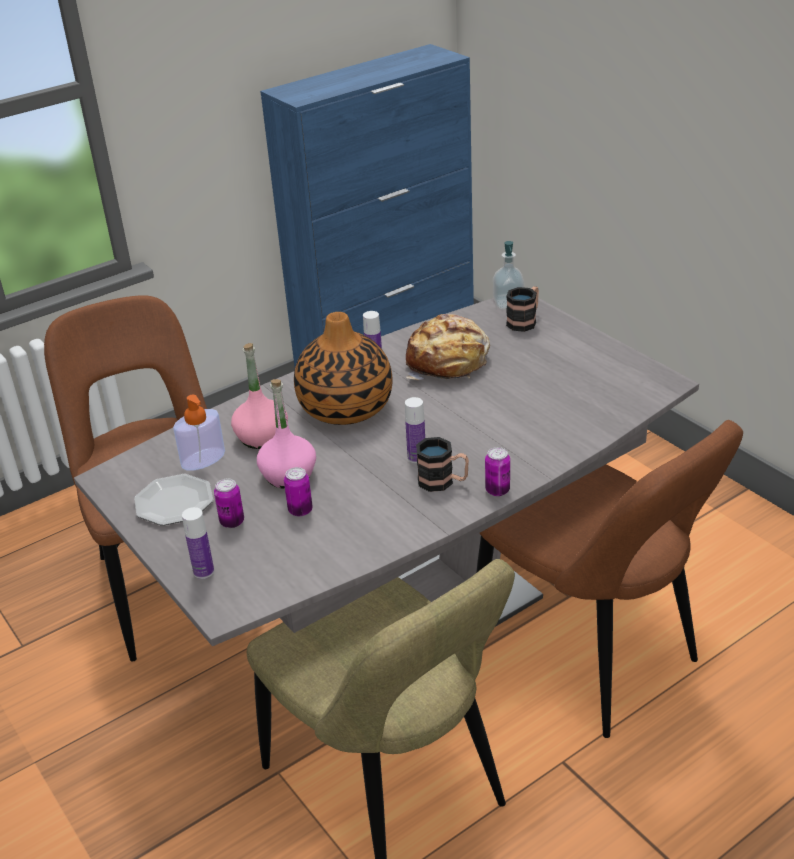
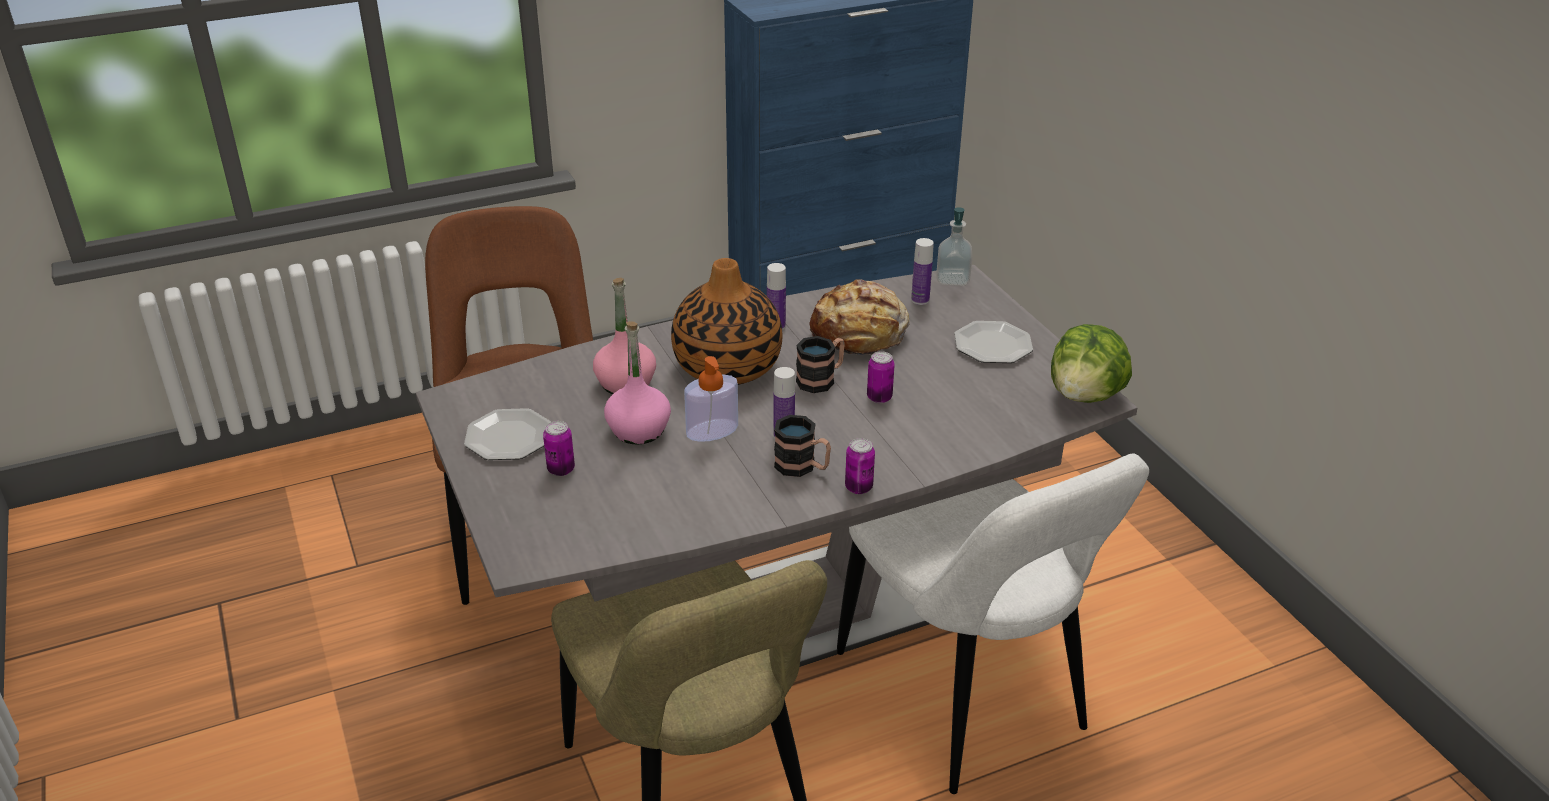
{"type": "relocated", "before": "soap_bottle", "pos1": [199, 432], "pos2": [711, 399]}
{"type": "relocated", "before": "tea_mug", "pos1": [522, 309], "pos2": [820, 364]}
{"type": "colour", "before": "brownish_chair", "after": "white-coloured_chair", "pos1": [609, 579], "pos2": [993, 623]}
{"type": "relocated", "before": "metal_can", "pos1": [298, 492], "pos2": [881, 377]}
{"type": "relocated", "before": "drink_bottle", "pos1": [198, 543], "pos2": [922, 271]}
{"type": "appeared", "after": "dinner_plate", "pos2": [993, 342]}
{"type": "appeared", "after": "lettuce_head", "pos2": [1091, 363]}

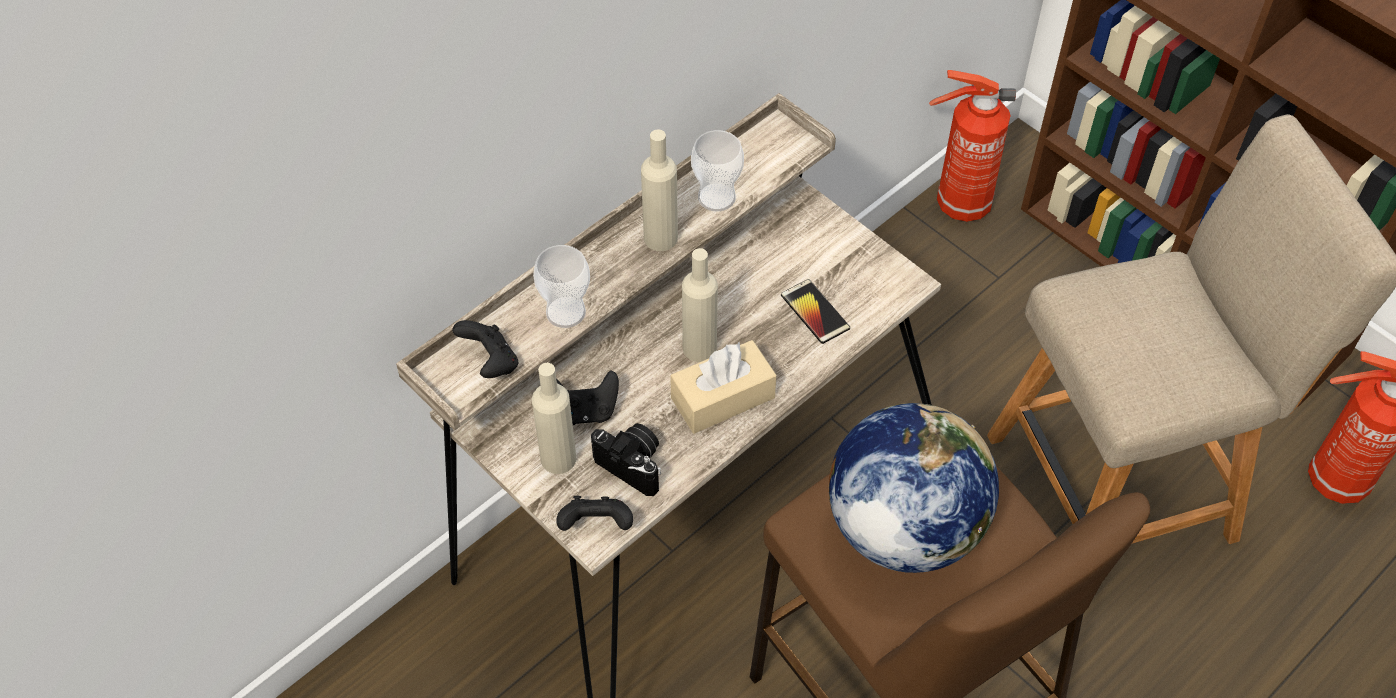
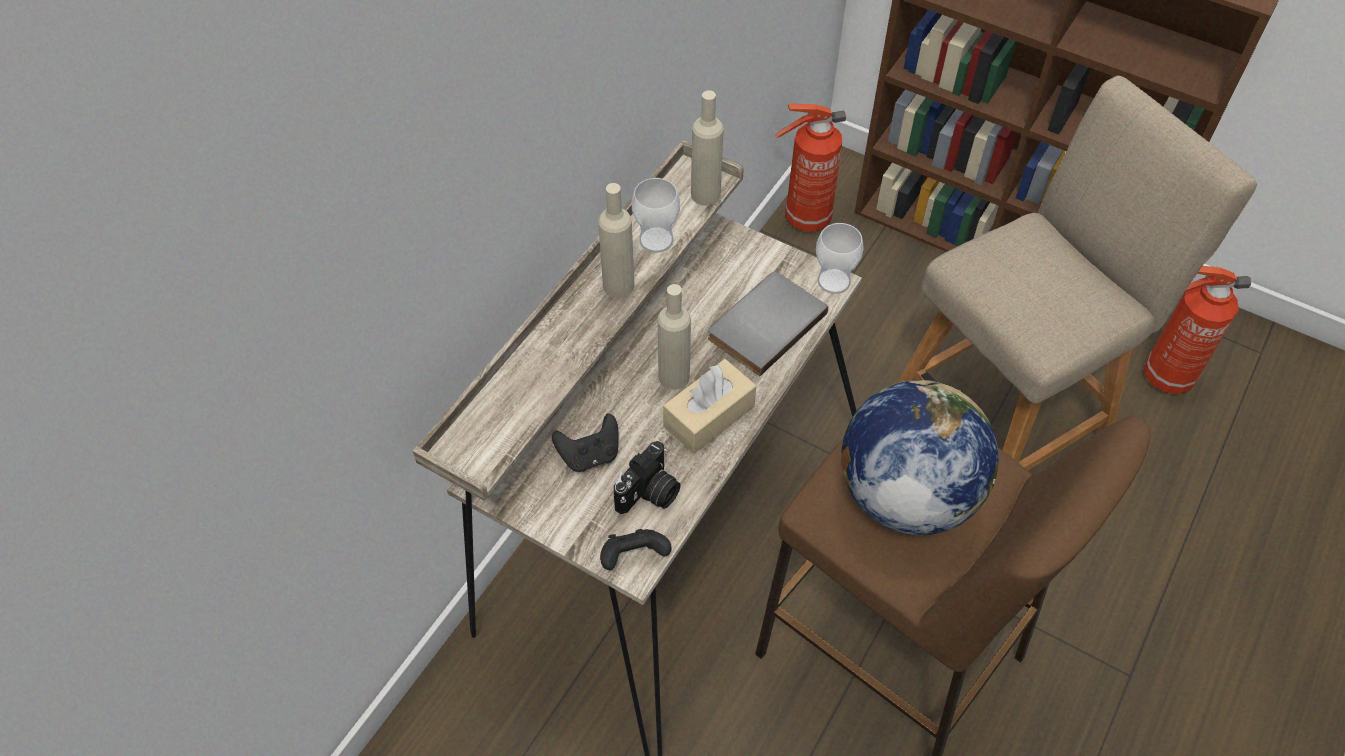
{"type": "spun", "before": "photo_camera", "pos1": [626, 459], "pos2": [647, 477], "turn": 105}
{"type": "relocated", "before": "sand-coloured_drink_bottle", "pos1": [554, 418], "pos2": [707, 148]}
{"type": "exchanged", "before": "phone", "after": "greyish_book", "pos1": [815, 311], "pos2": [768, 324]}
{"type": "relocated", "before": "small_cup", "pos1": [561, 286], "pos2": [840, 258]}
{"type": "missing", "before": "blackish_game_controller", "pos1": [485, 349]}

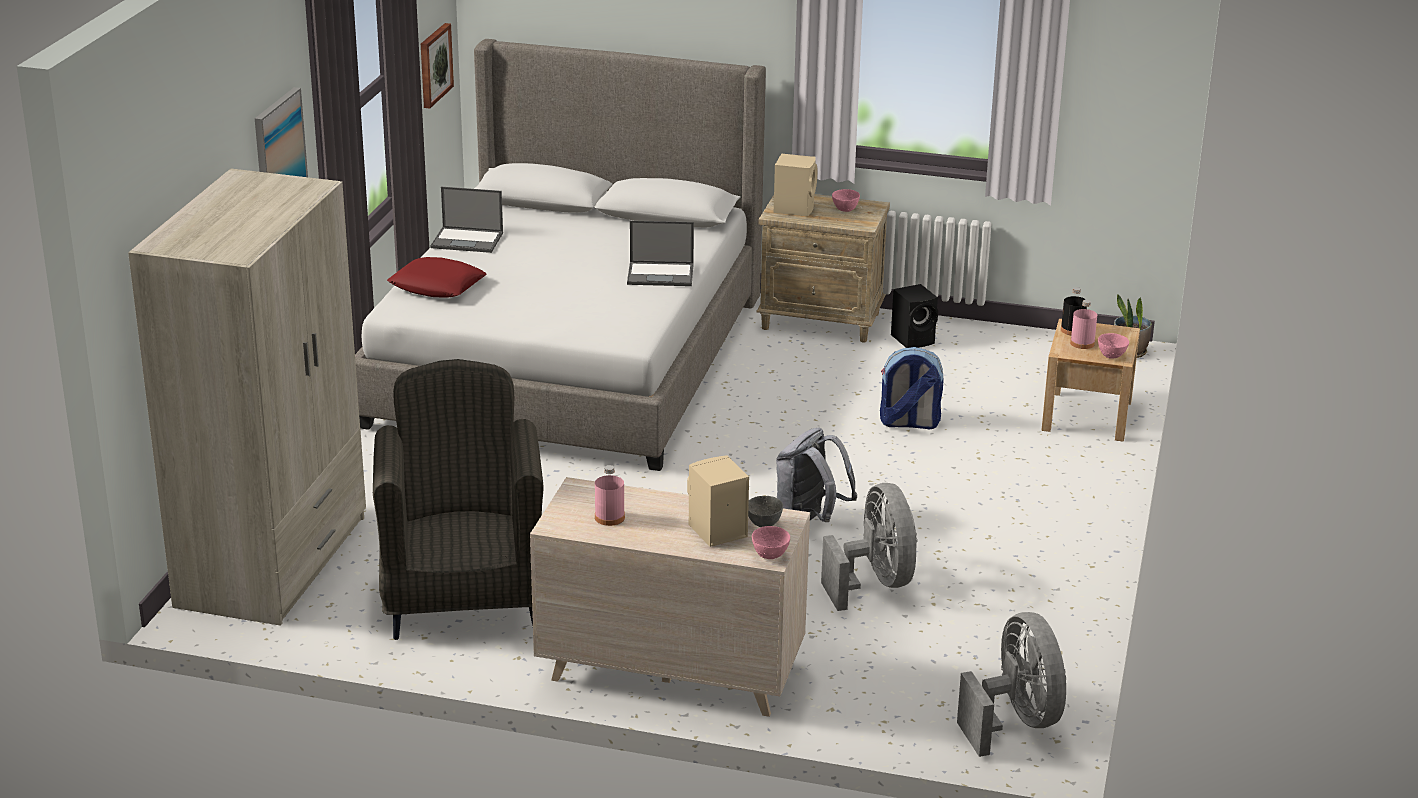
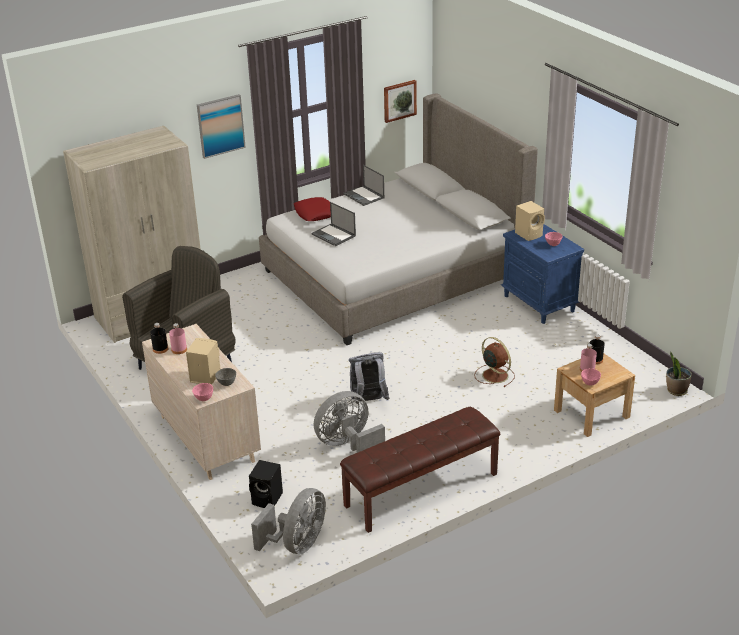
{"type": "appeared", "after": "blackish_drink_bottle", "pos2": [159, 338]}
{"type": "relocated", "before": "blackish_audio_speaker", "pos1": [914, 316], "pos2": [266, 484]}
{"type": "relocated", "before": "portable_computer", "pos1": [660, 253], "pos2": [333, 224]}
{"type": "spun", "before": "greyish_electric_fan", "pos1": [869, 547], "pos2": [349, 422], "turn": -150}
{"type": "appeared", "after": "brownish_indoor_bench", "pos2": [420, 470]}
{"type": "exchanged", "before": "backpack", "after": "brownish_electric_fan", "pos1": [912, 388], "pos2": [494, 362]}
{"type": "colour", "before": "sand-coloured_night_table", "after": "blue-coloured_night_table", "pos1": [823, 268], "pos2": [542, 274]}

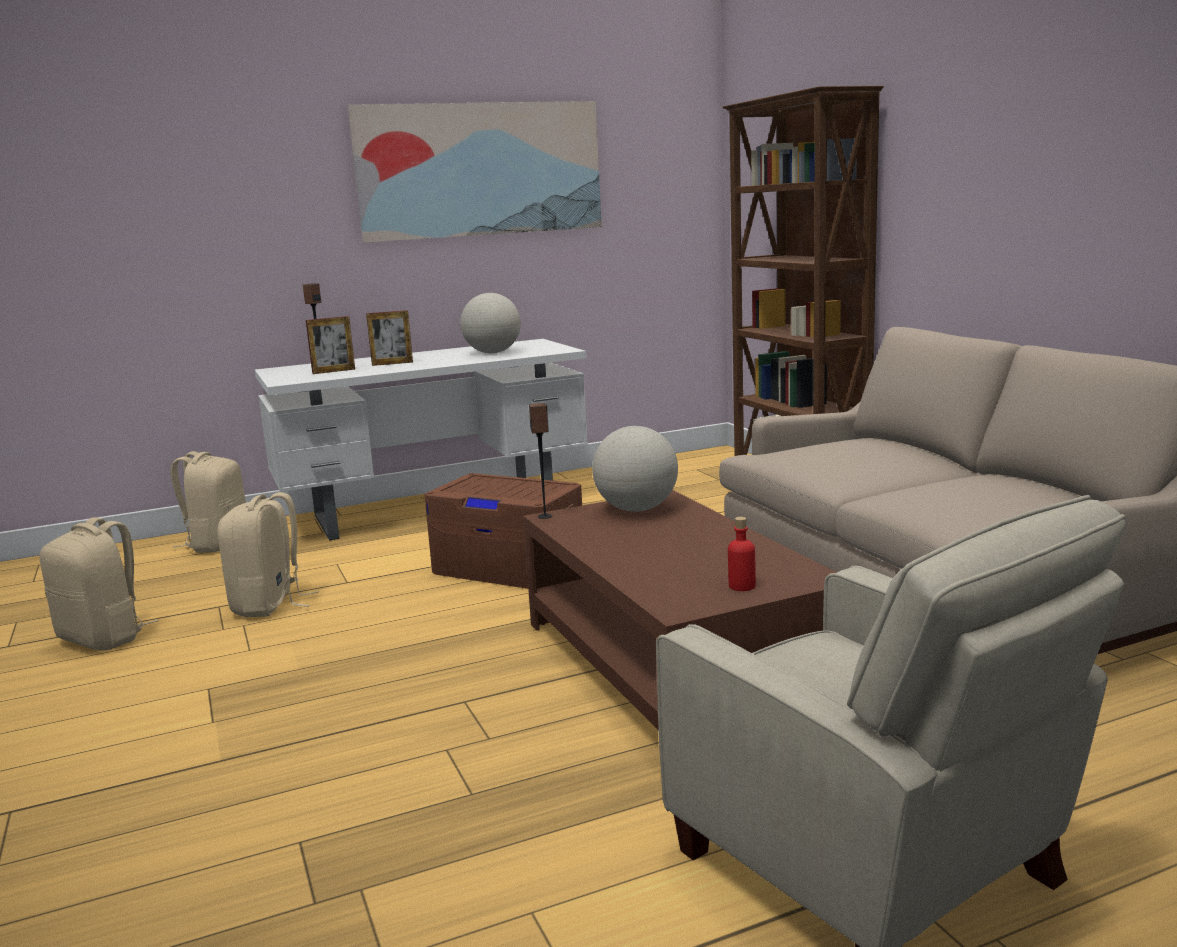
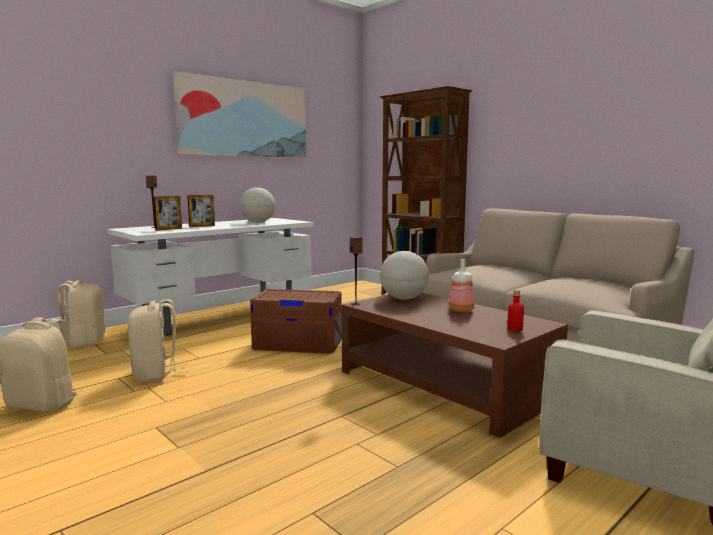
{"type": "appeared", "after": "drink_bottle", "pos2": [462, 285]}

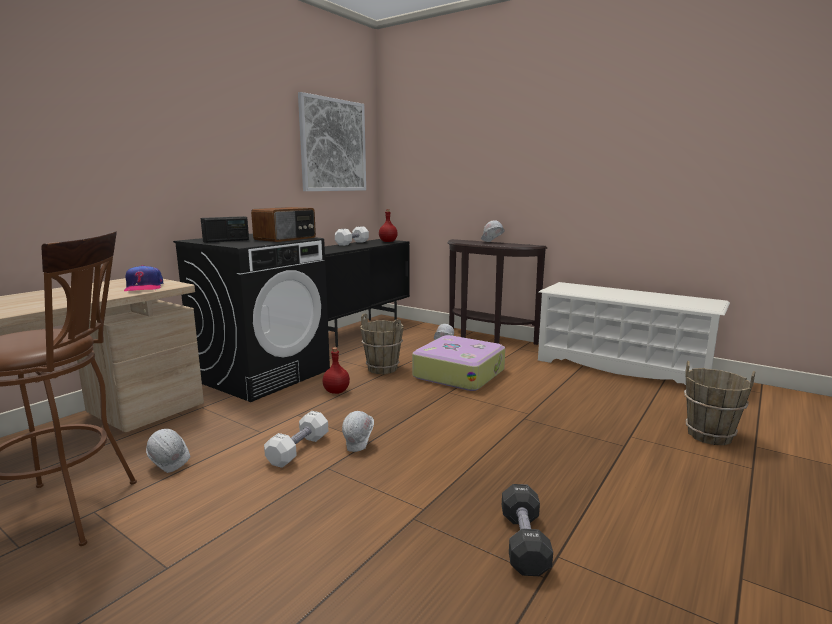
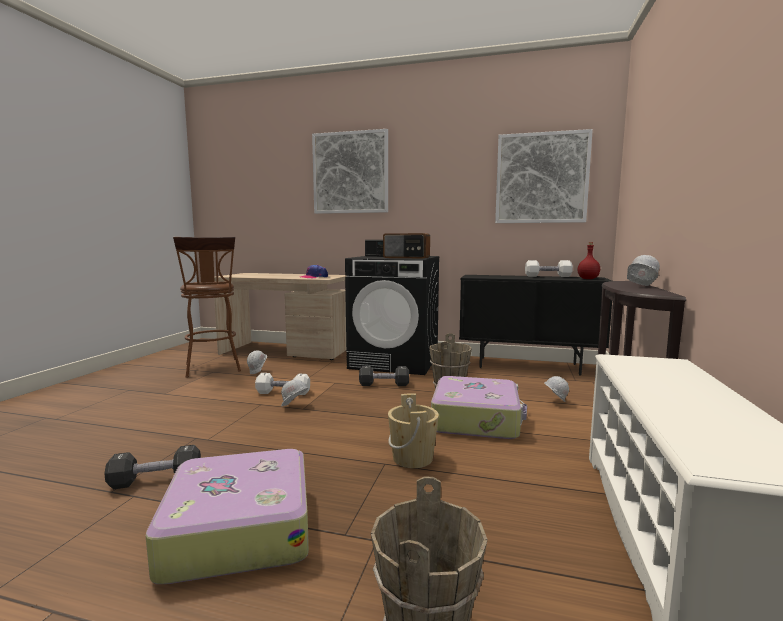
{"type": "appeared", "after": "piece_of_luggage", "pos2": [227, 516]}
{"type": "appeared", "after": "picture", "pos2": [350, 171]}
{"type": "exchanged", "before": "red_drink_bottle", "after": "blackish_dumbbell", "pos1": [336, 370], "pos2": [384, 376]}
{"type": "appeared", "after": "sand-coloured_bucket", "pos2": [413, 430]}

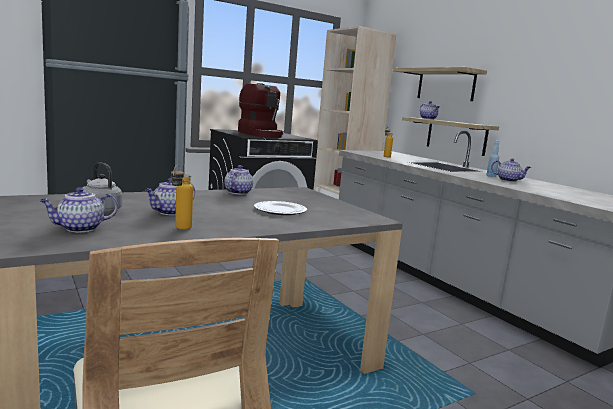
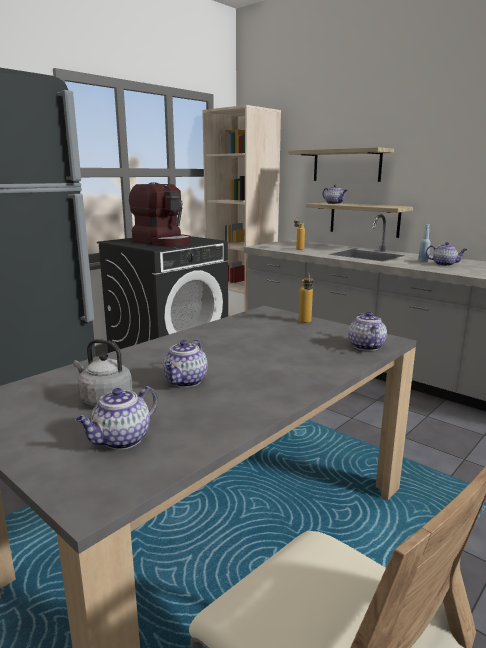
{"type": "relocated", "before": "drink_bottle", "pos1": [182, 197], "pos2": [306, 298]}
{"type": "relocated", "before": "teapot", "pos1": [238, 180], "pos2": [367, 331]}
{"type": "missing", "before": "dinner_plate", "pos1": [280, 208]}

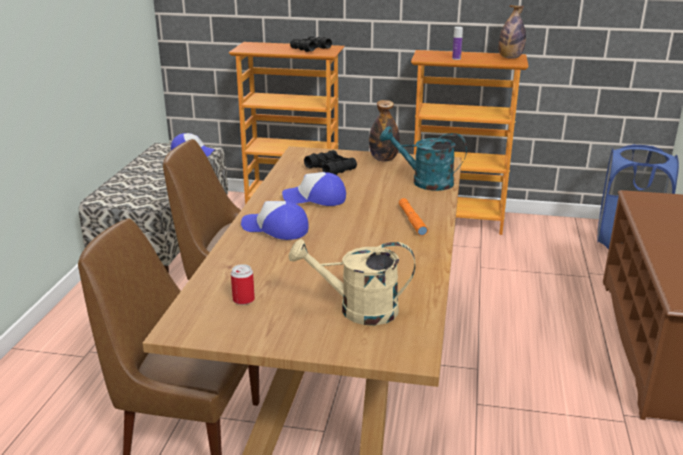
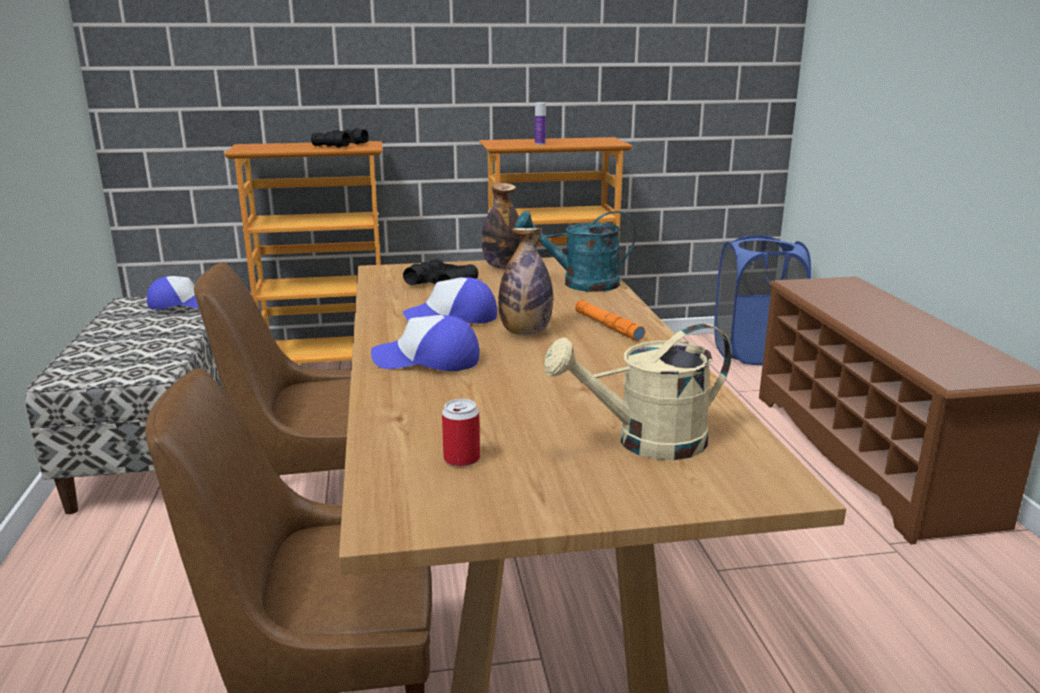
{"type": "relocated", "before": "drink_bottle", "pos1": [512, 31], "pos2": [525, 281]}

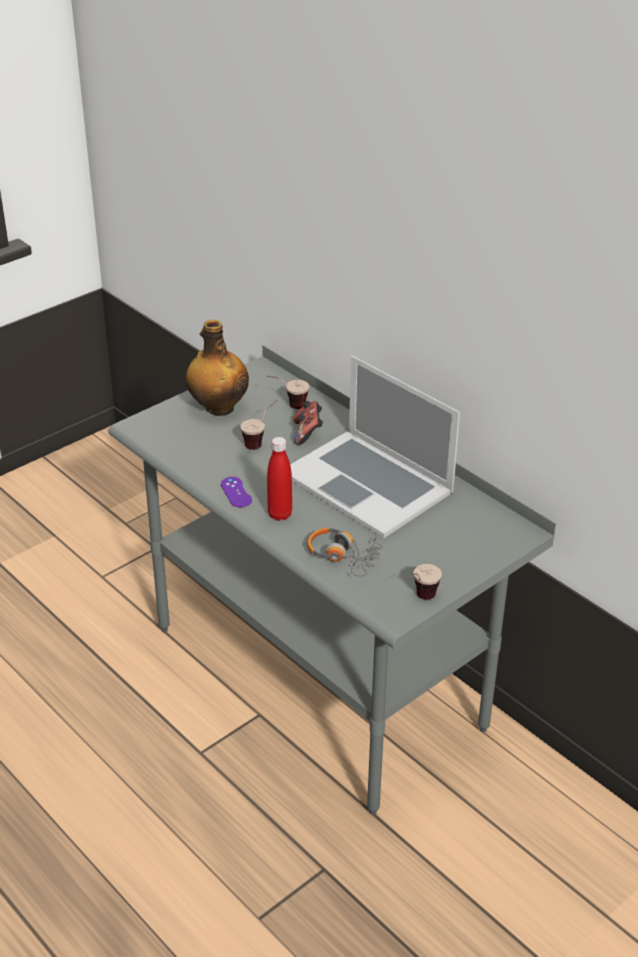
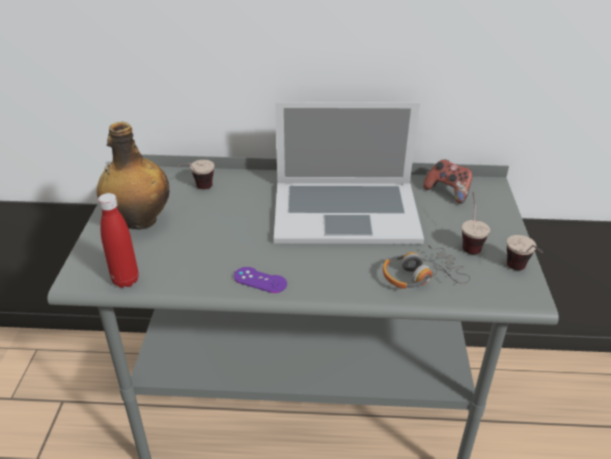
{"type": "relocated", "before": "red_drink_bottle", "pos1": [279, 479], "pos2": [118, 240]}
{"type": "relocated", "before": "game_controller", "pos1": [308, 423], "pos2": [448, 181]}
{"type": "relocated", "before": "small_cup", "pos1": [259, 425], "pos2": [476, 223]}

